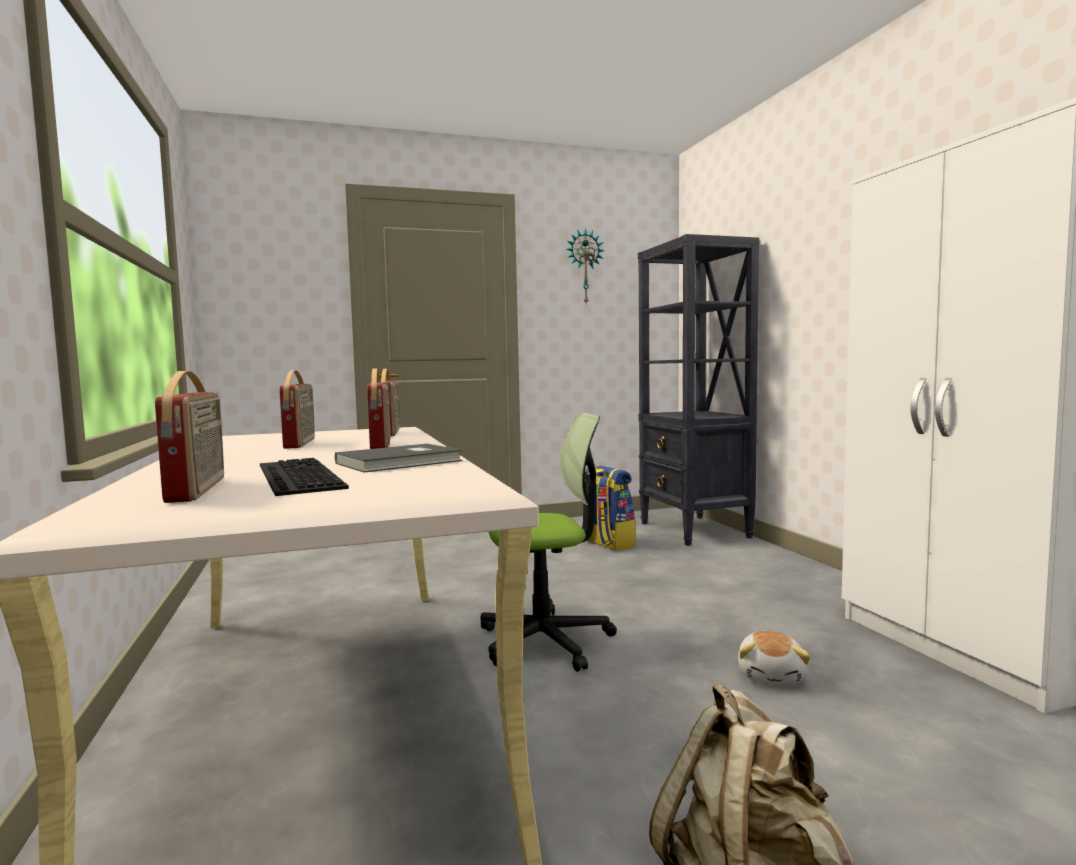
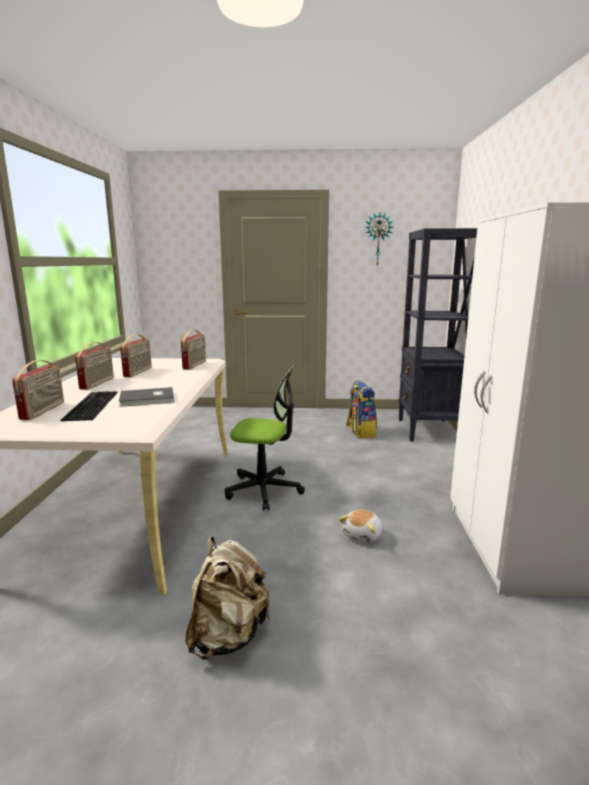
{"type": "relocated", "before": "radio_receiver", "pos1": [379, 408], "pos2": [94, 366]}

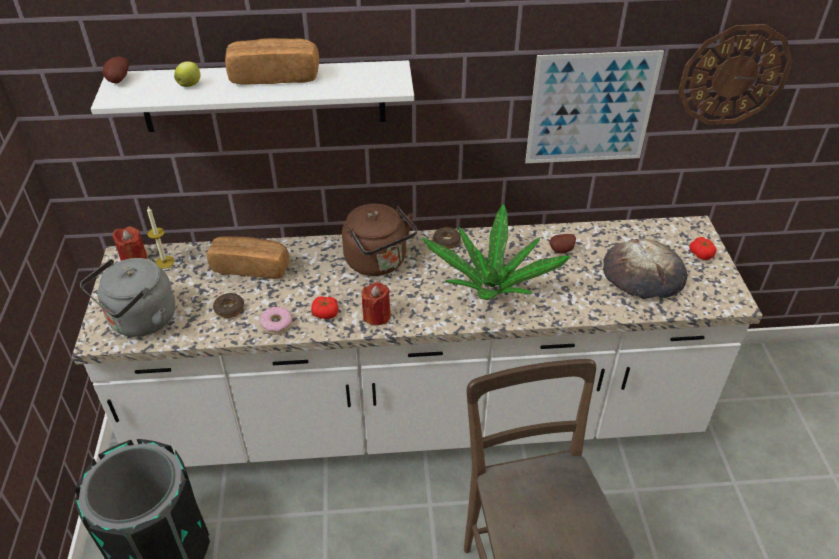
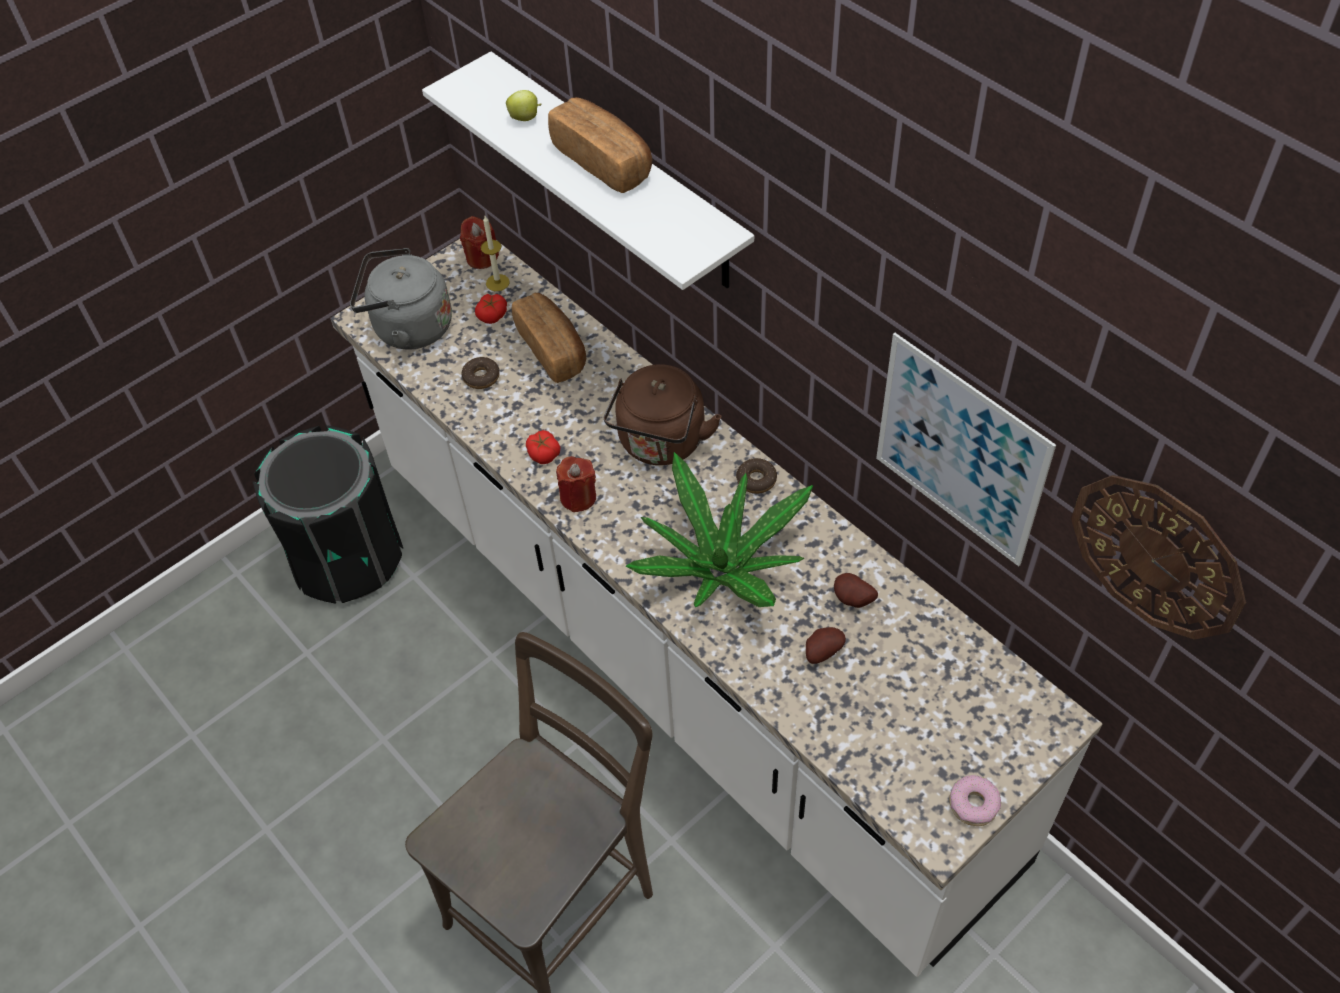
{"type": "relocated", "before": "tomato", "pos1": [703, 248], "pos2": [491, 309]}
{"type": "relocated", "before": "spud", "pos1": [116, 70], "pos2": [826, 645]}
{"type": "relocated", "before": "donut", "pos1": [275, 321], "pos2": [975, 800]}
{"type": "missing", "before": "bakery_bread", "pos1": [645, 269]}

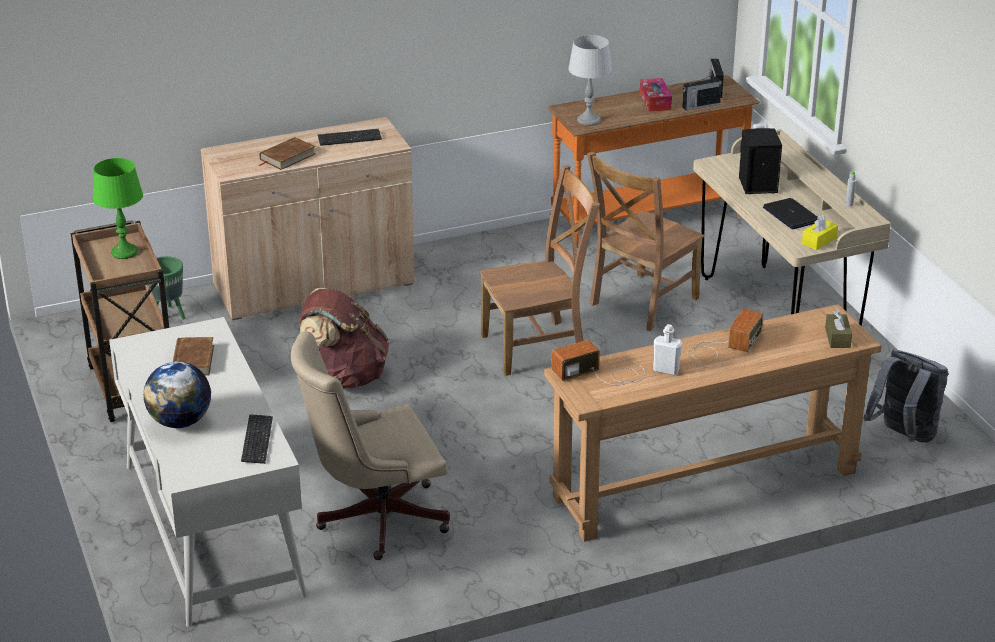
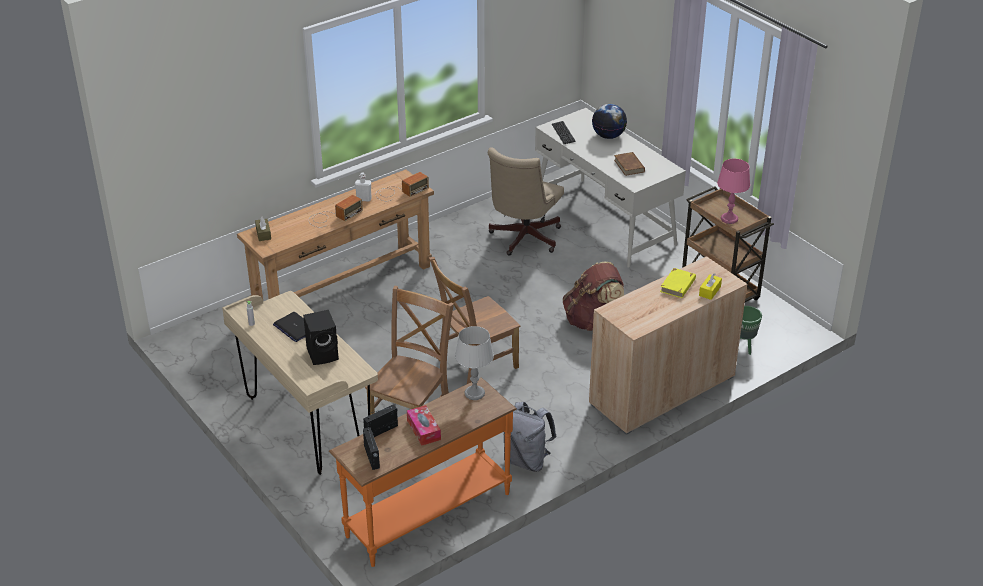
{"type": "spun", "before": "radio_receiver", "pos1": [725, 338], "pos2": [336, 211], "turn": -150}
{"type": "spun", "before": "sand-coloured_desk_chair", "pos1": [370, 445], "pos2": [526, 201], "turn": 150}
{"type": "relocated", "before": "greyish_backpack", "pos1": [906, 396], "pos2": [530, 437]}
{"type": "colour", "before": "brownish_book", "after": "yellow-coloured_book", "pos1": [287, 153], "pos2": [678, 283]}
{"type": "relocated", "before": "yellow-coloured_tissue_box", "pos1": [820, 232], "pos2": [710, 286]}
{"type": "colour", "before": "green_table_lamp", "after": "pinkish_table_lamp", "pos1": [117, 208], "pos2": [733, 191]}
{"type": "missing", "before": "PC_keyboard", "pos1": [350, 137]}

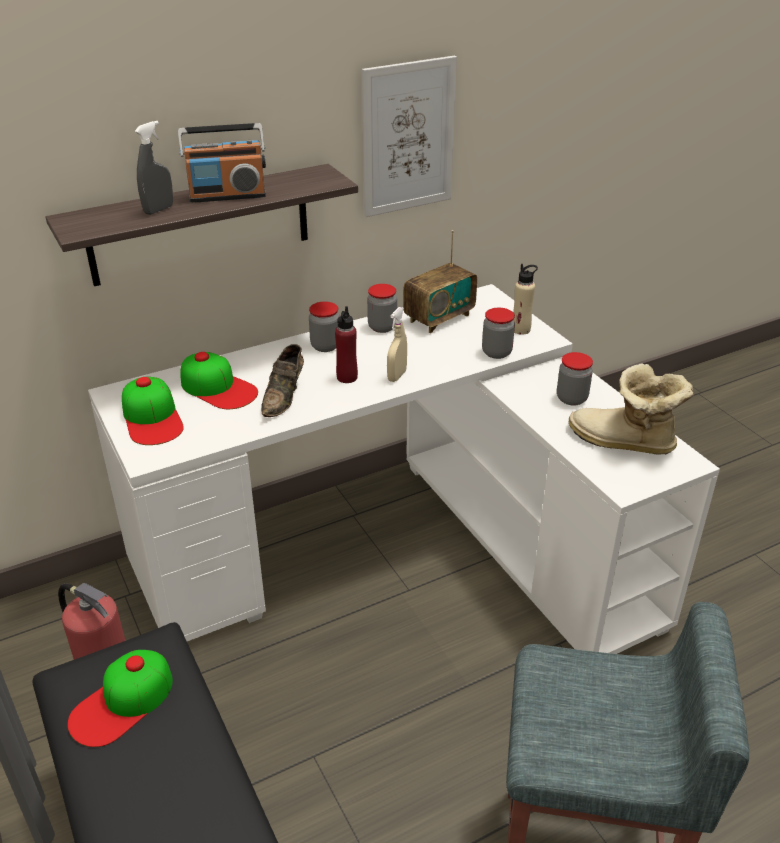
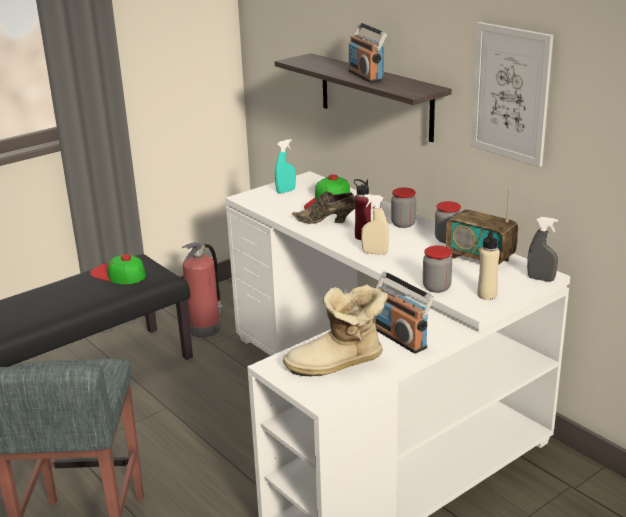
{"type": "exchanged", "before": "baseball_cap", "after": "blue-green_sprayer", "pos1": [153, 411], "pos2": [285, 166]}
{"type": "spun", "before": "boot", "pos1": [631, 409], "pos2": [335, 331], "turn": -120}
{"type": "exchanged", "before": "jar", "after": "radio_receiver", "pos1": [575, 379], "pos2": [403, 312]}
{"type": "relocated", "before": "greyish_sprayer", "pos1": [154, 168], "pos2": [542, 249]}

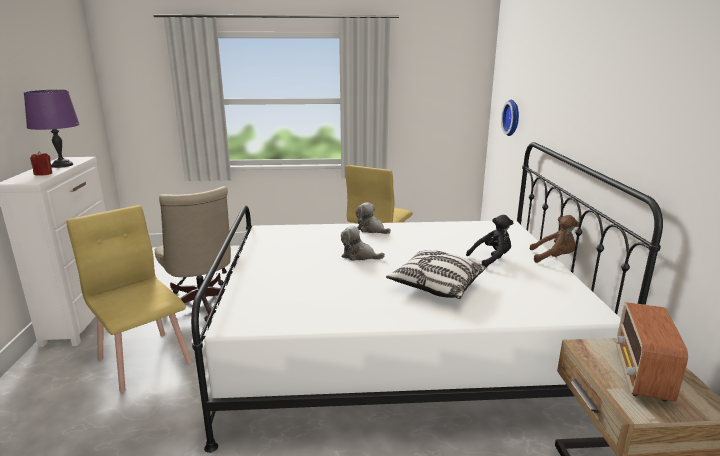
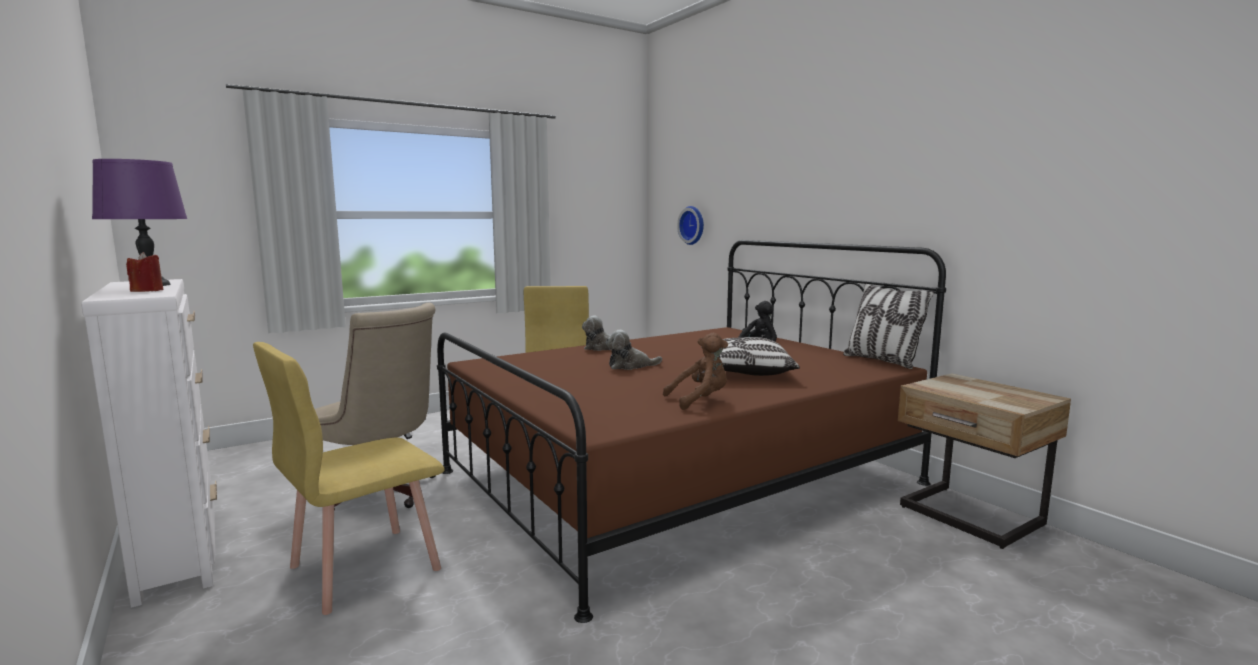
{"type": "spun", "before": "yellow-coloured_chair", "pos1": [129, 298], "pos2": [348, 478], "turn": -60}
{"type": "colour", "before": "white-coloured_bed", "after": "brownish_bed", "pos1": [427, 297], "pos2": [691, 431]}
{"type": "relocated", "before": "brownish_plush_toy", "pos1": [554, 239], "pos2": [695, 371]}
{"type": "appeared", "after": "throw_pillow", "pos2": [888, 326]}
{"type": "missing", "before": "radio_receiver", "pos1": [652, 352]}

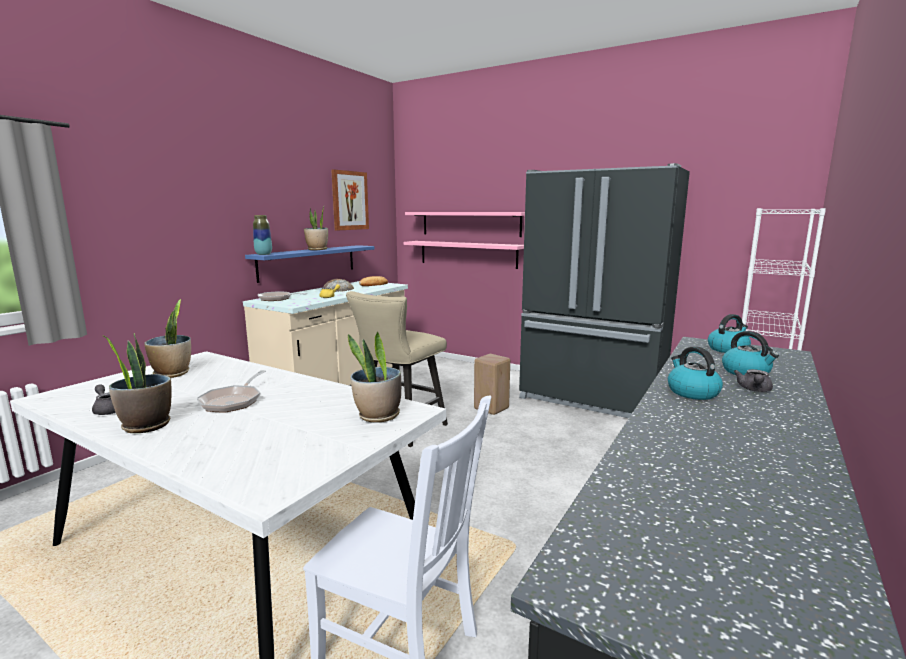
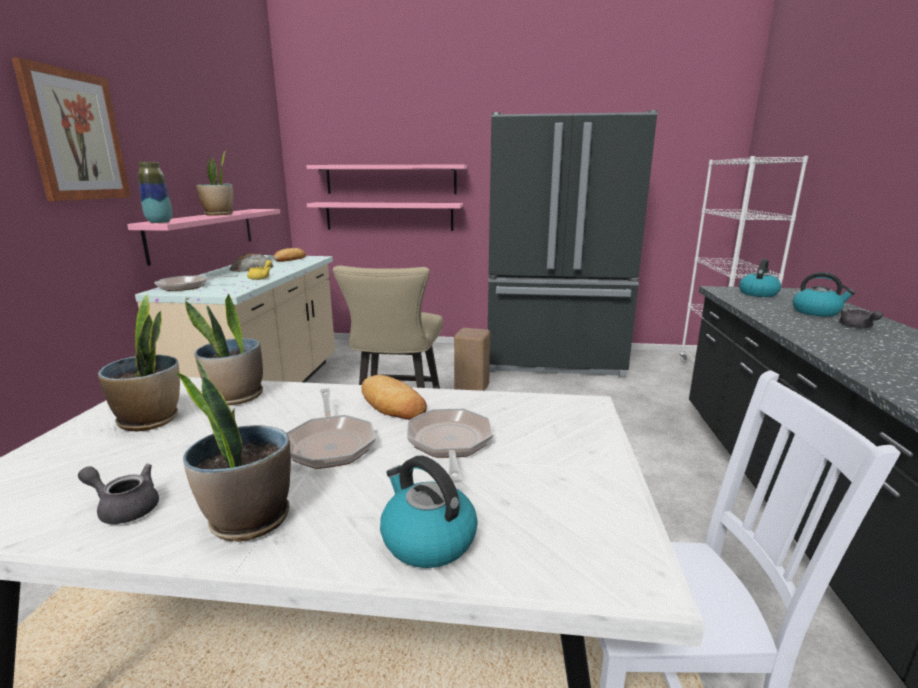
{"type": "relocated", "before": "picture", "pos1": [350, 200], "pos2": [71, 129]}
{"type": "colour", "before": "blue-coloured_shelf", "after": "pinkish_shelf", "pos1": [310, 264], "pos2": [203, 237]}
{"type": "relocated", "before": "potted_plant", "pos1": [374, 377], "pos2": [224, 349]}
{"type": "appeared", "after": "bakery_bread", "pos2": [394, 397]}
{"type": "relocated", "before": "water_kettle", "pos1": [695, 373], "pos2": [429, 512]}
{"type": "appeared", "after": "frying_pan", "pos2": [450, 445]}

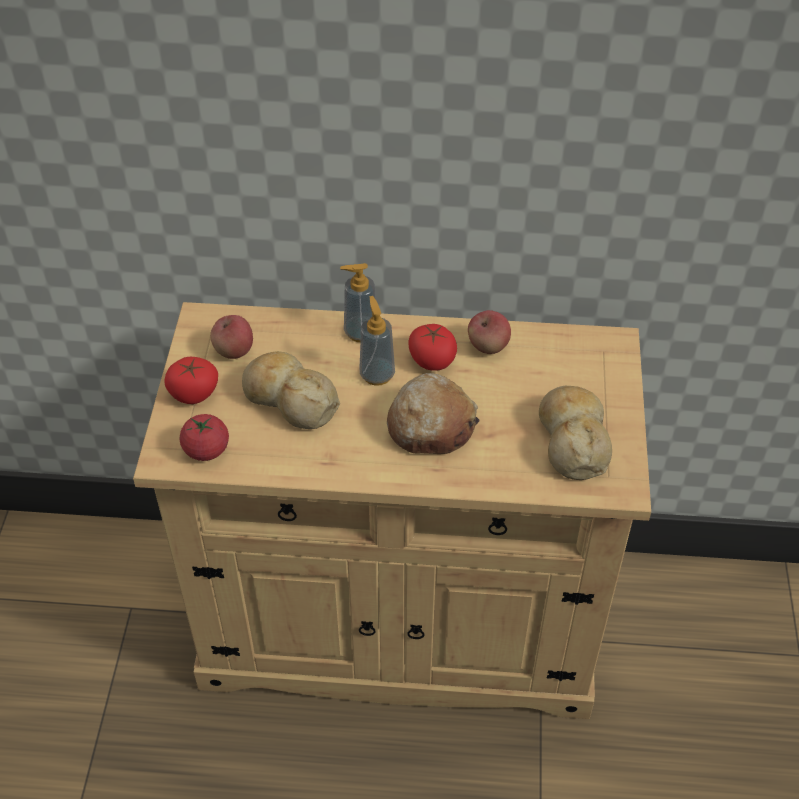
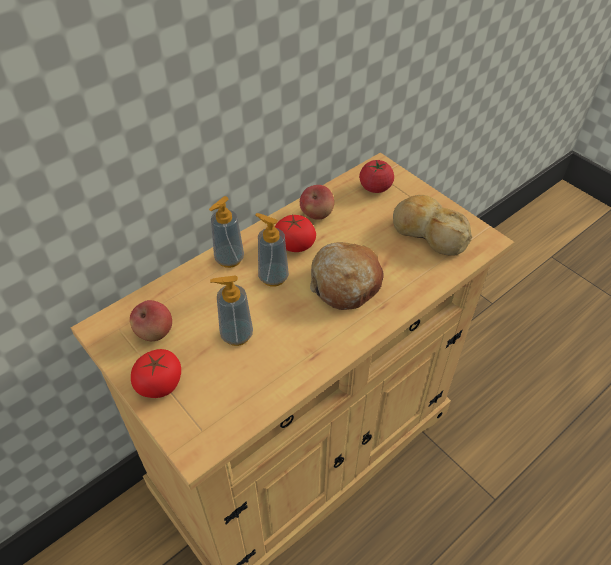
{"type": "exchanged", "before": "bakery_bread", "after": "soap_bottle", "pos1": [291, 390], "pos2": [231, 310]}
{"type": "relocated", "before": "tomato", "pos1": [204, 437], "pos2": [376, 176]}

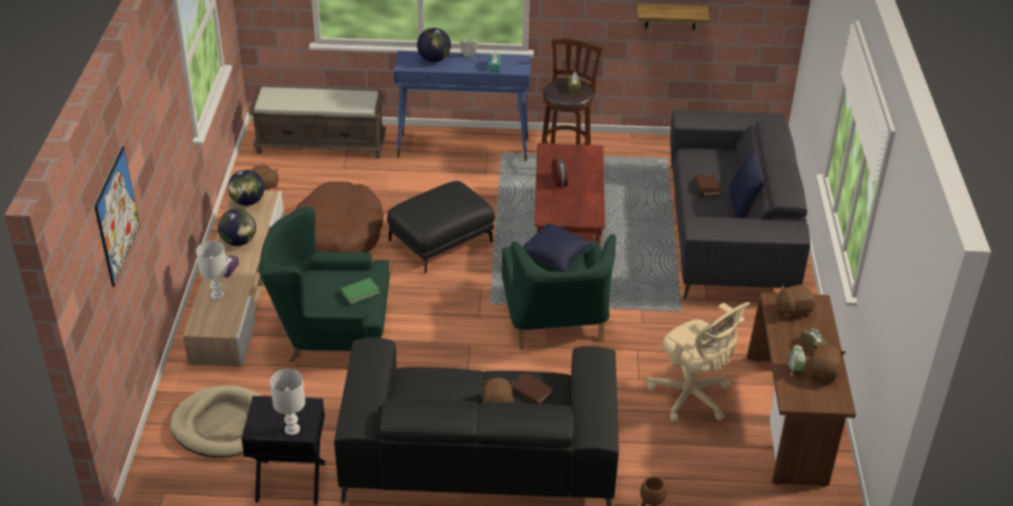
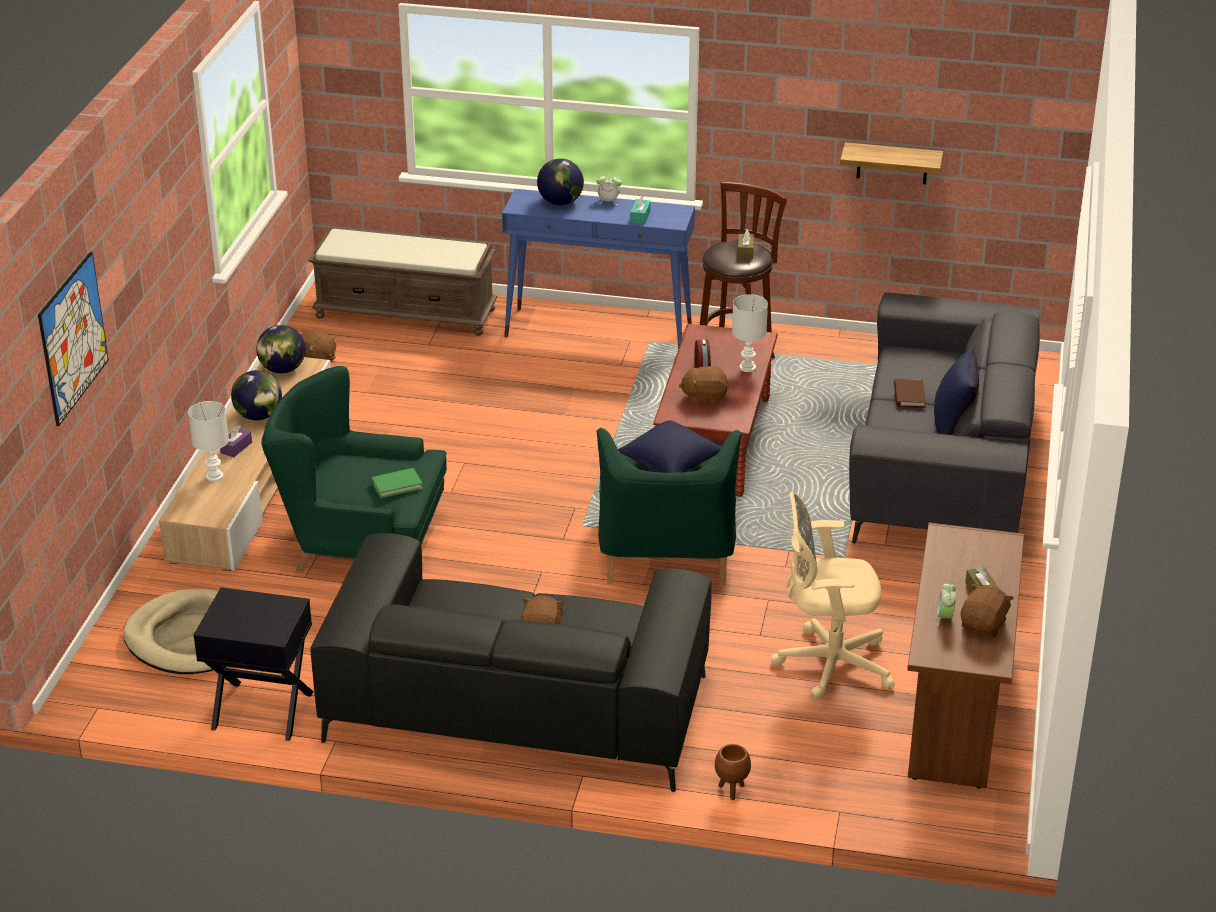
{"type": "relocated", "before": "brownish_plush_toy", "pos1": [795, 302], "pos2": [704, 384]}
{"type": "relocated", "before": "white-coloured_table_lamp", "pos1": [287, 402], "pos2": [750, 333]}
{"type": "spun", "before": "sand-coloured_desk_chair", "pos1": [698, 362], "pos2": [832, 596], "turn": 120}
{"type": "missing", "before": "brownish_dog_bed", "pos1": [340, 217]}
{"type": "missing", "before": "blackish_ottoman", "pos1": [441, 227]}
{"type": "missing", "before": "brownish_book", "pos1": [532, 388]}

